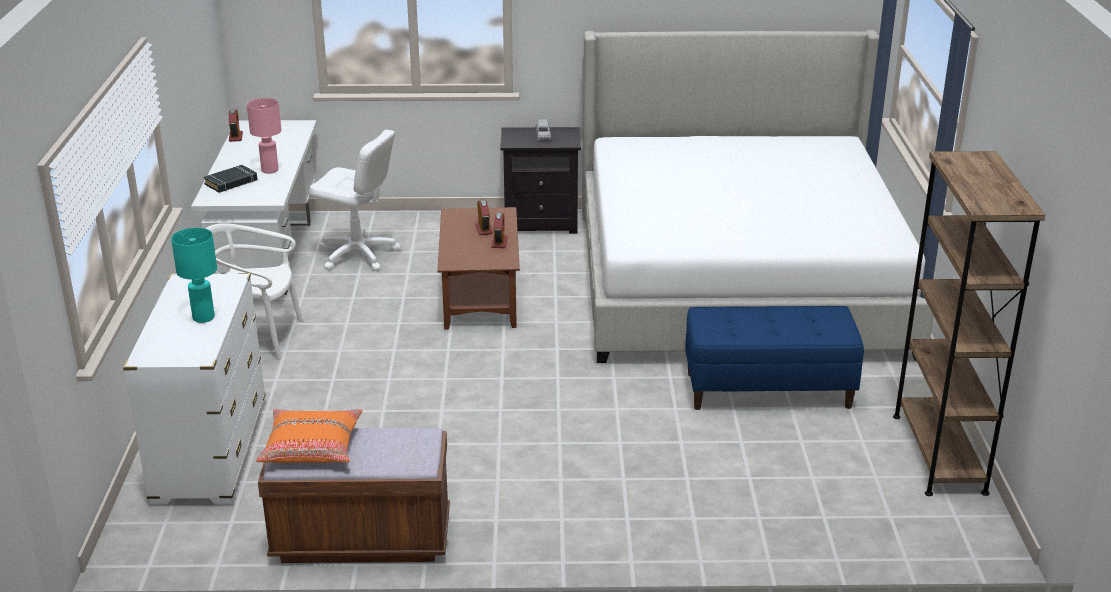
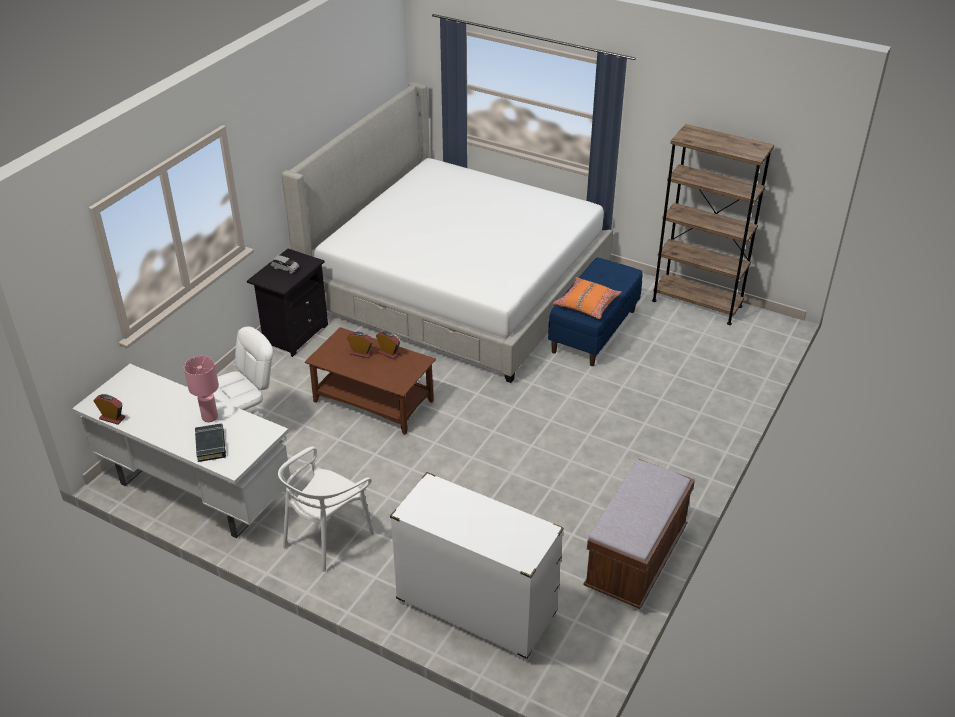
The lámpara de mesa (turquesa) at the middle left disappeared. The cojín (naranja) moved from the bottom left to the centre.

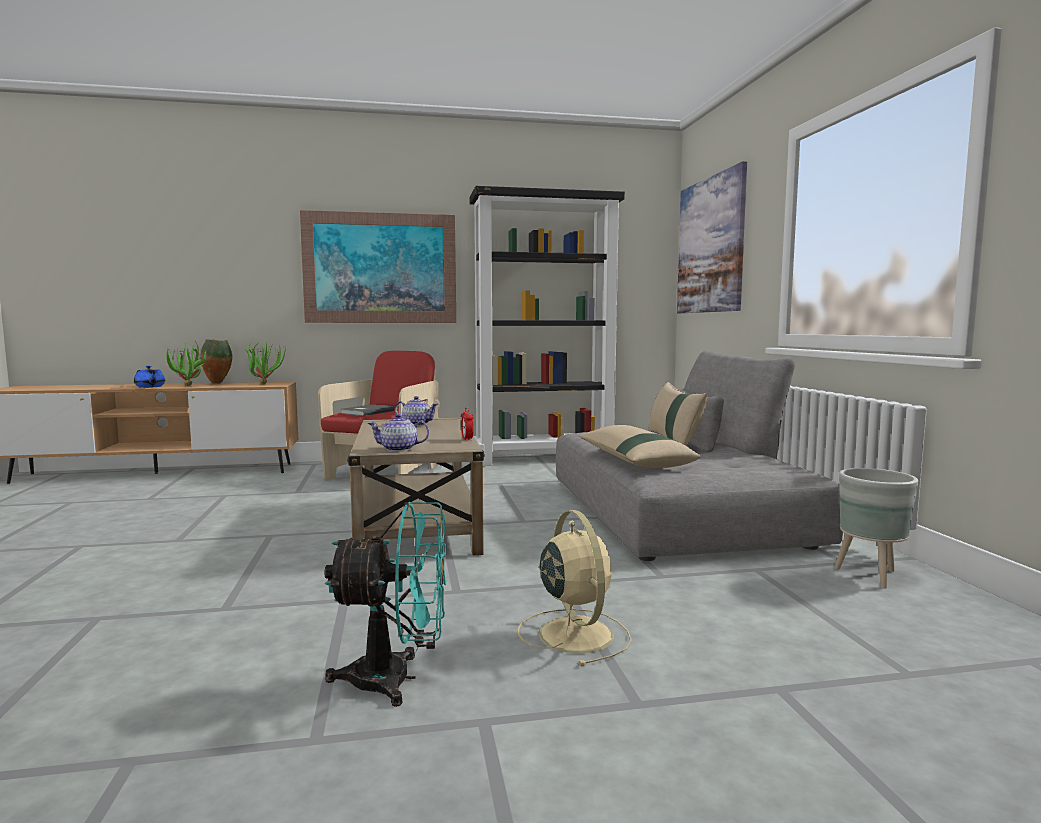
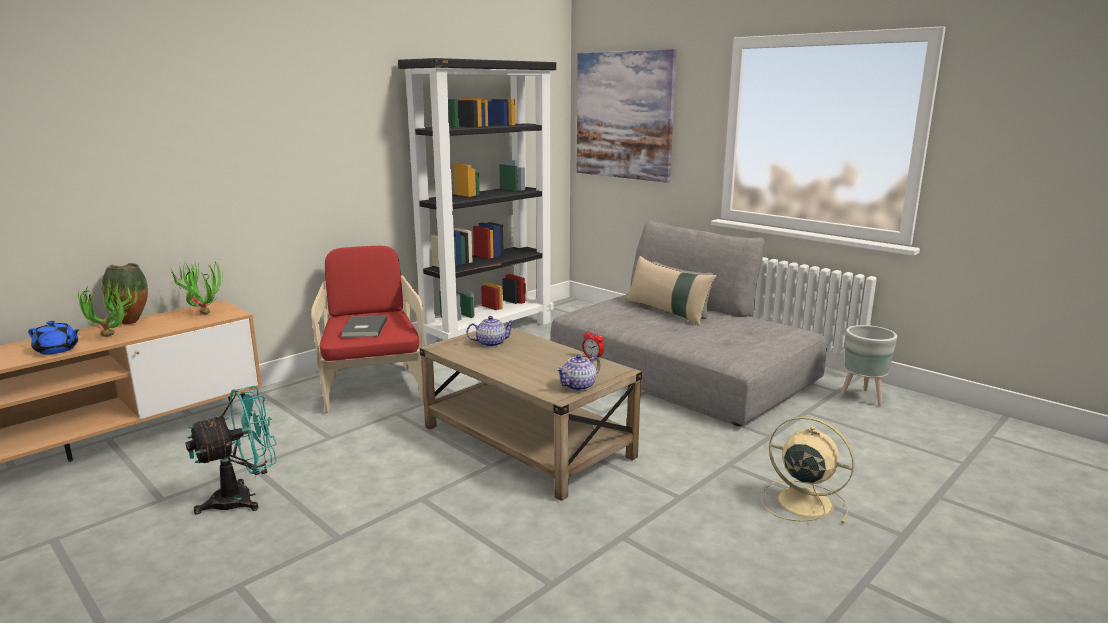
The cuadro (no. 1 from left) at the top centre disappeared. The ventilador (turquesa) moved from the bottom centre to the bottom left. The cojín (beis) (no. 1 from left) at the centre disappeared.

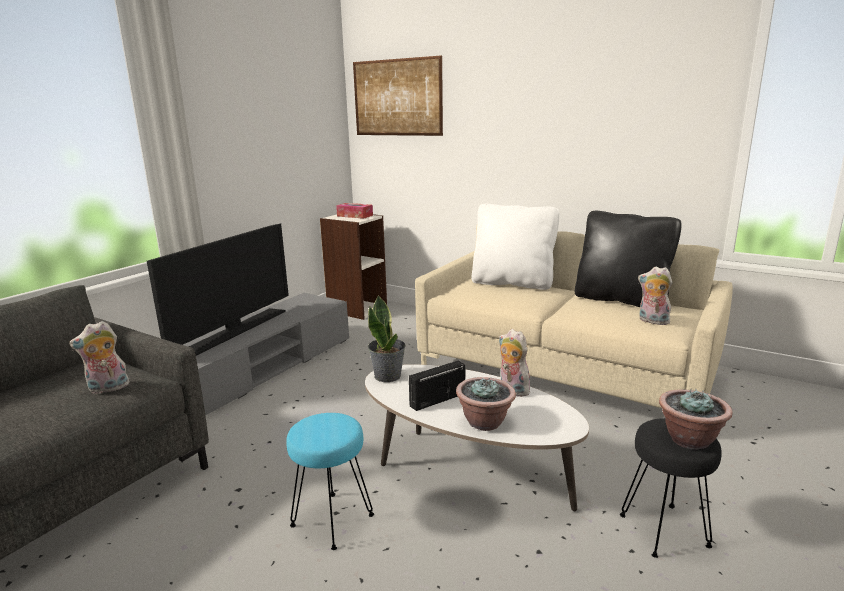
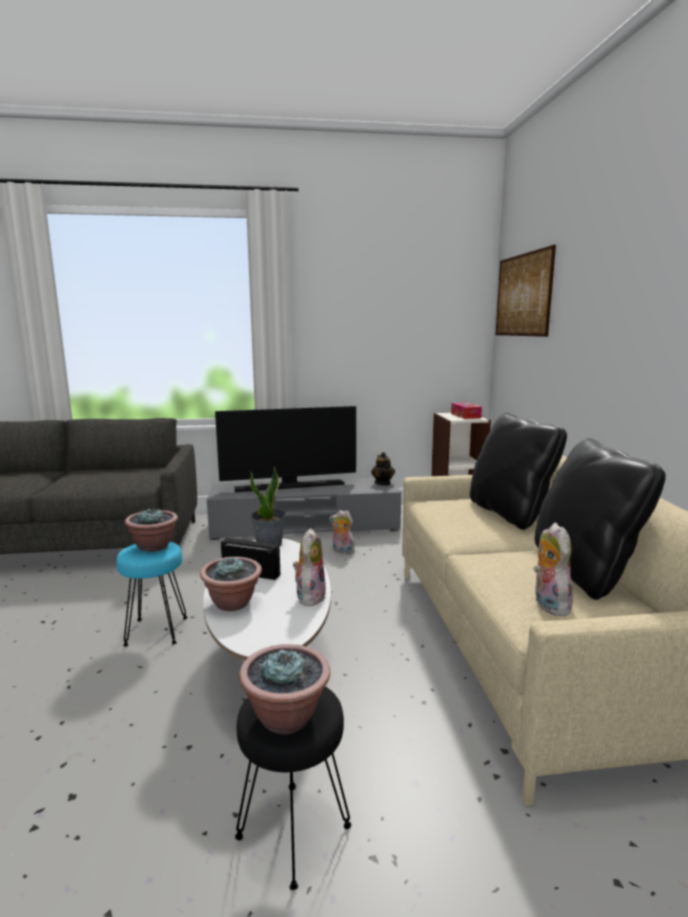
The peluche (no. 1 from left in the first image) moved from the middle left to the centre. The cojín (blanco) at the centre became the cojín (negro) (no. 1 from left) at the middle right. The planta en maceta (no. 1 from left) at the middle left appeared. The tetera at the centre appeared.

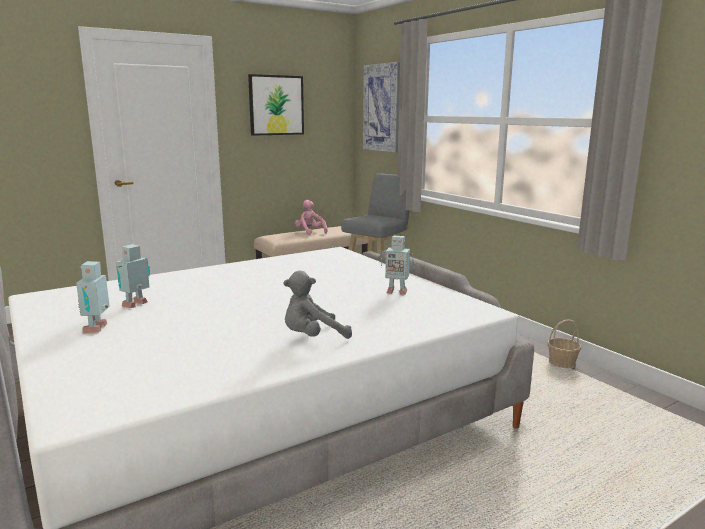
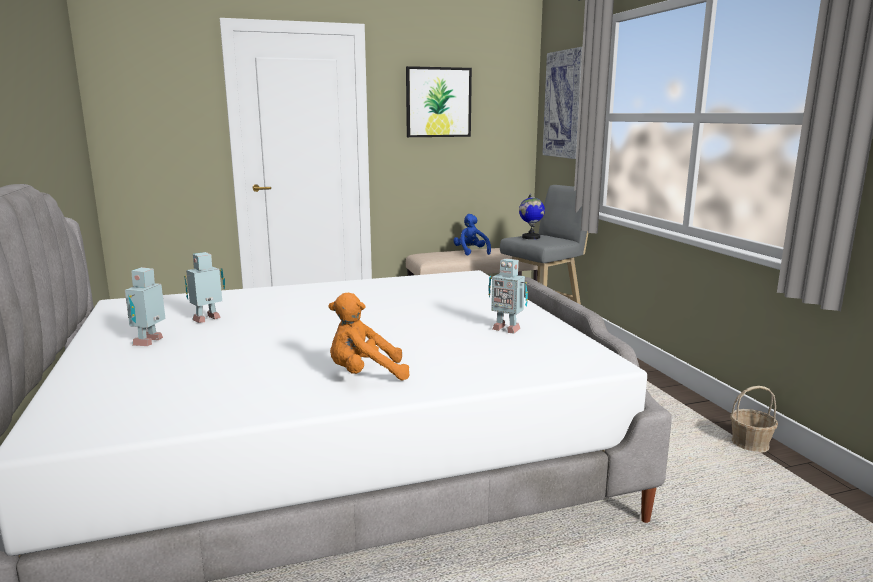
The peluche (gris) at the centre became the peluche (naranja) at the centre. The peluche (rosa) at the centre became the peluche (azul) at the centre. The globo terráqueo at the centre appeared.

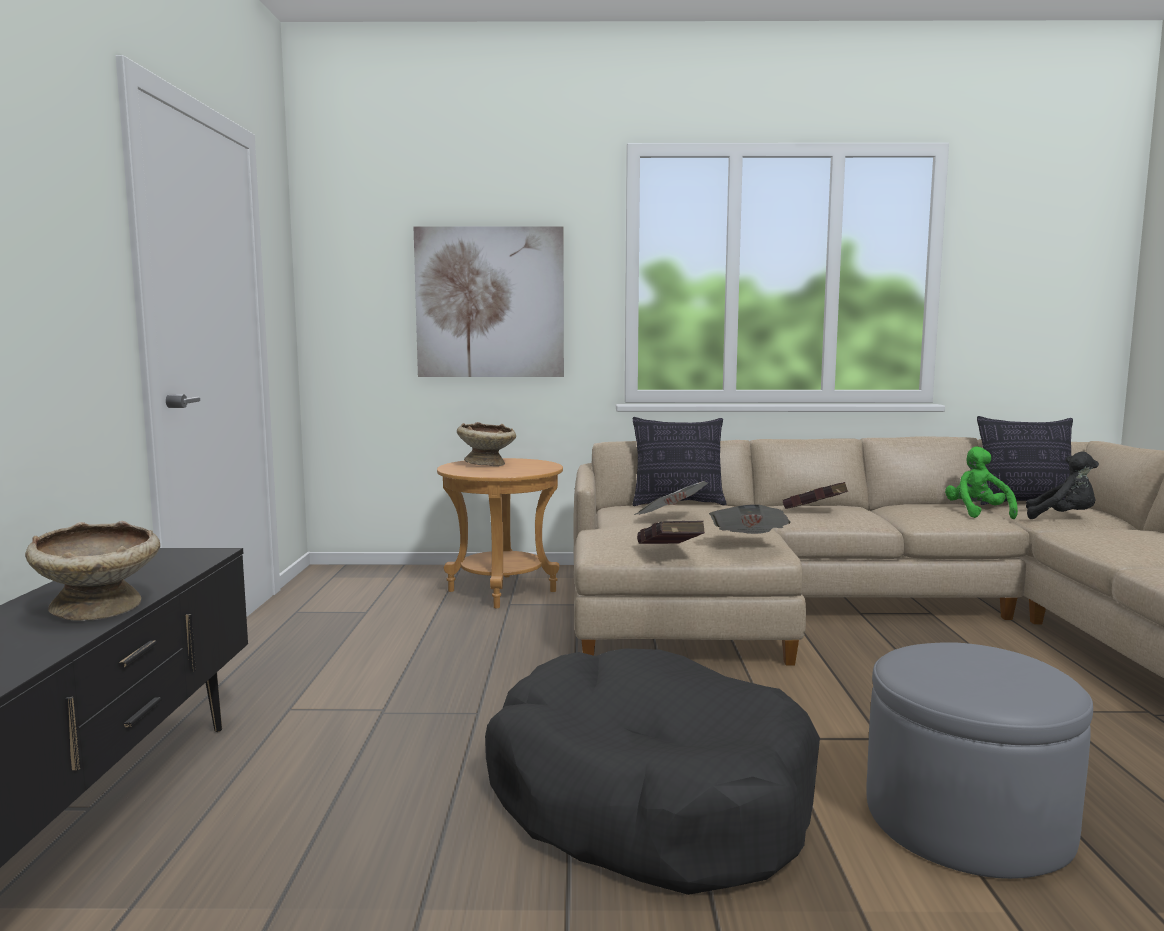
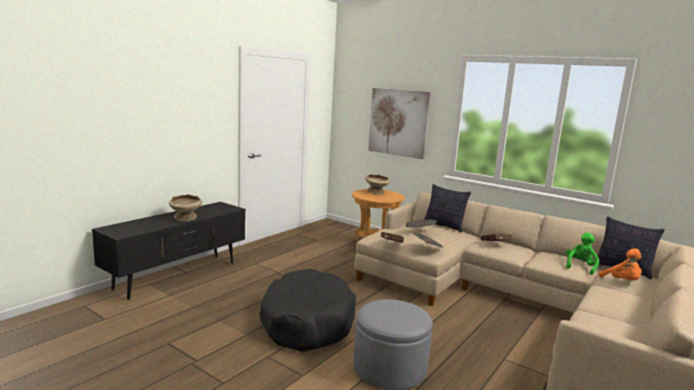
The peluche (negro) at the middle right became the peluche (naranja) at the bottom right.

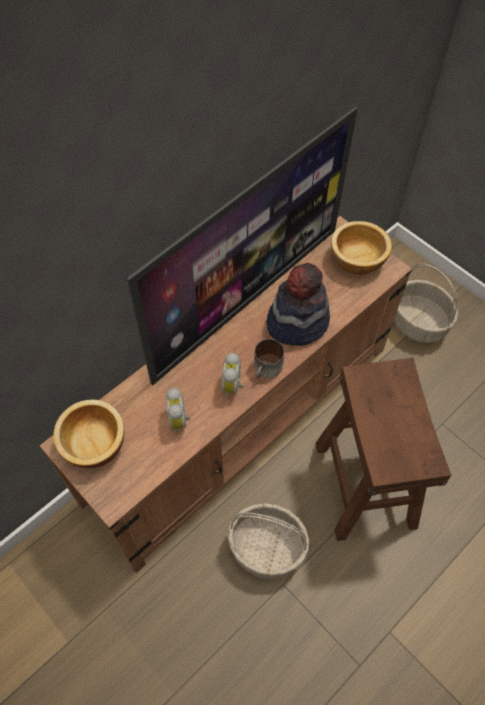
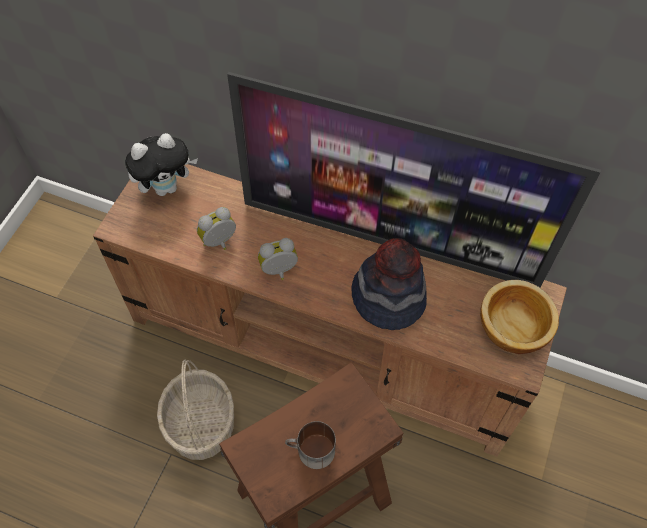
The cuenco (no. 1 from left) at the middle left was replaced by the peluche at the top left. The taza grande moved from the centre to the bottom centre. The cesta (no. 2 from left) at the middle right disappeared.

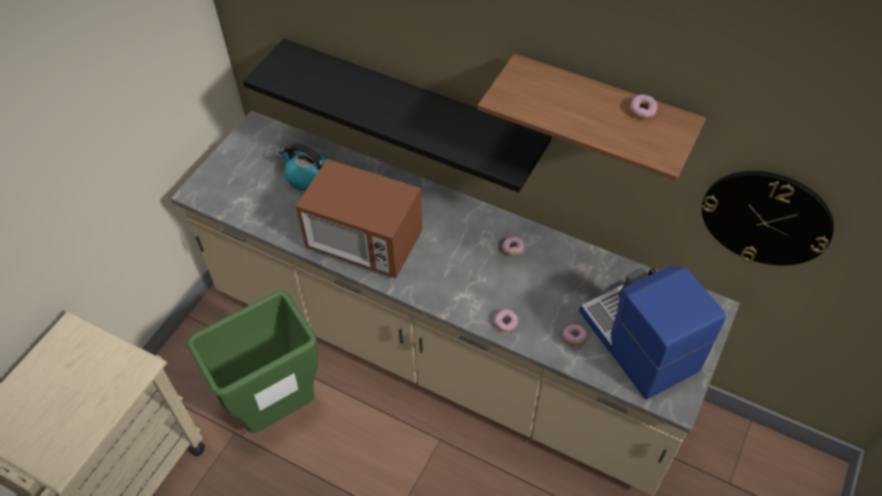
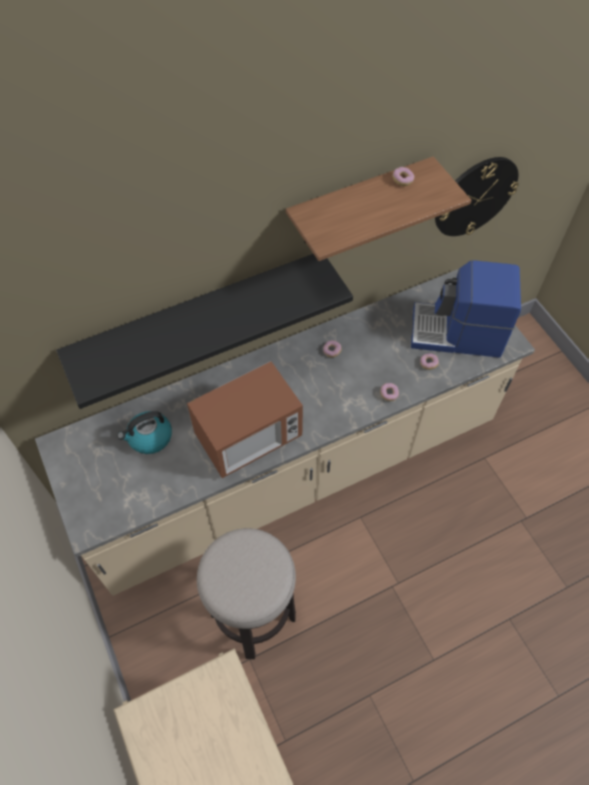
The papelera (verde) at the bottom left was replaced by the taburete at the bottom centre.

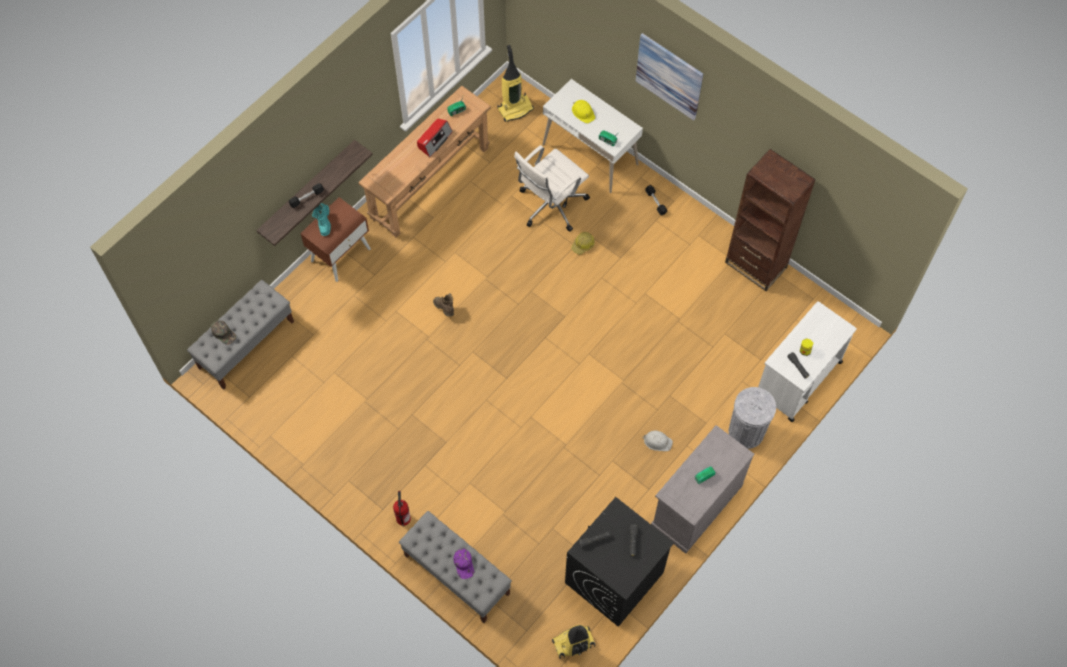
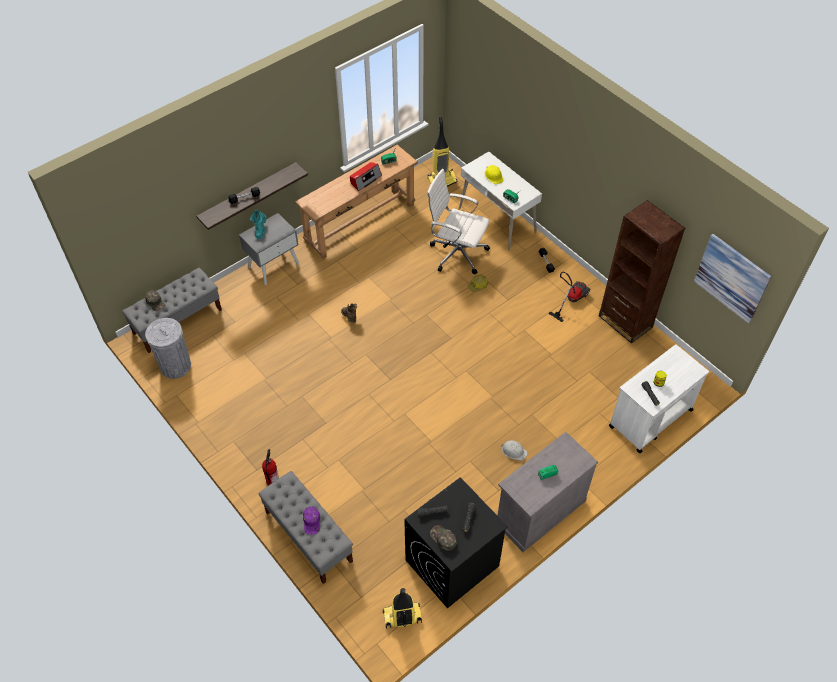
The mesita de noche (marrón) at the middle left became the mesita de noche (gris) at the middle left. The silla de oficina (blanco) at the top centre turned 60 degrees clockwise. The cuadro moved from the top centre to the middle right. The papelera (gris) moved from the middle right to the middle left. The gorra (verde) (no. 2 from left) at the bottom centre appeared. The aspiradora (no. 3 from left) at the middle right appeared.

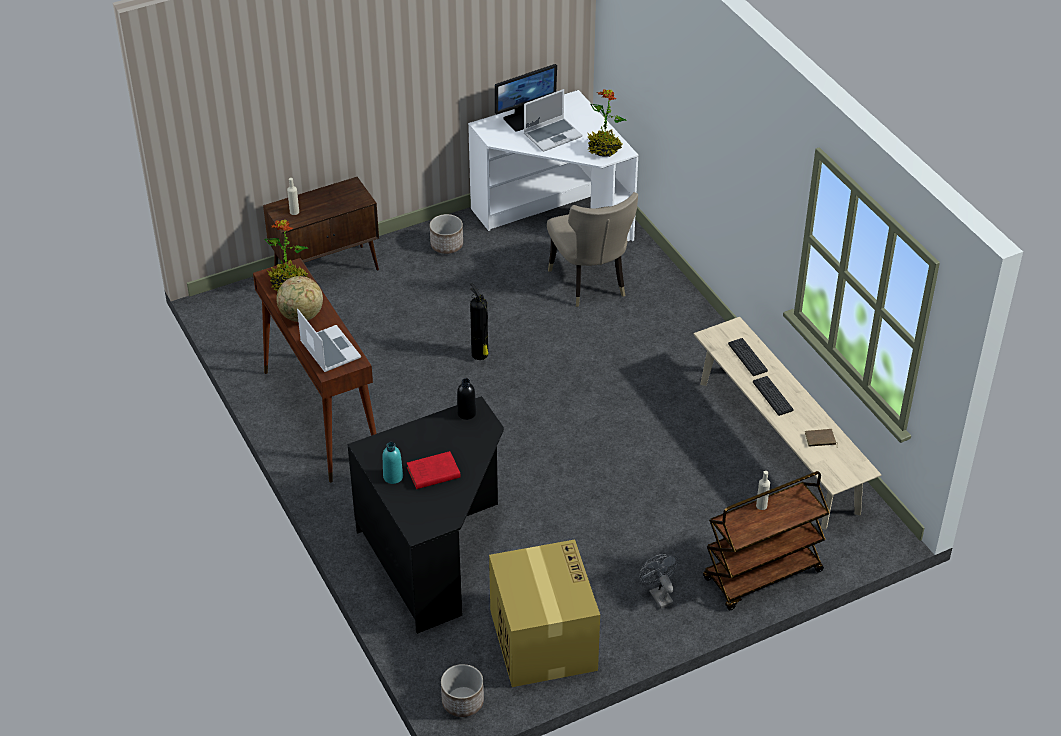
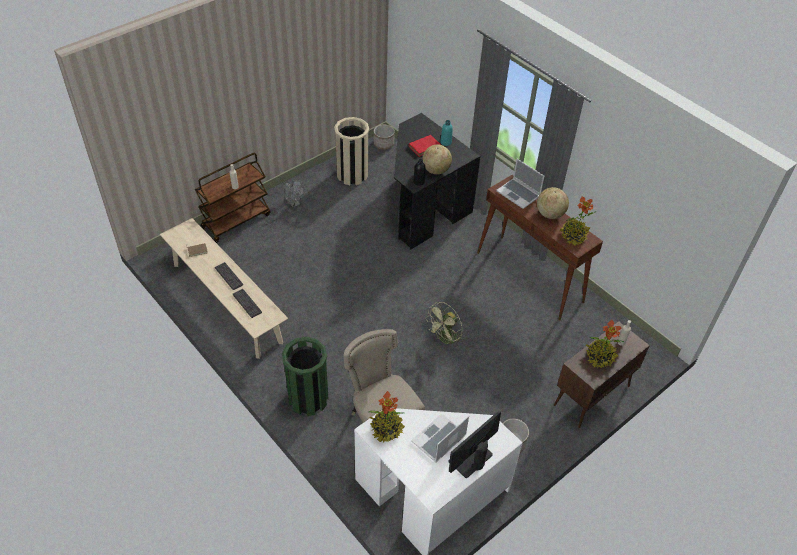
The extintor at the centre was replaced by the ventilador (verde) at the centre. The caja de cartón at the bottom centre was replaced by the papelera (beis) at the top centre. The papelera (verde) at the bottom centre appeared. The globo terráqueo (no. 1 from left) at the top centre appeared. The planta en maceta (no. 3 from left) at the middle right appeared.

